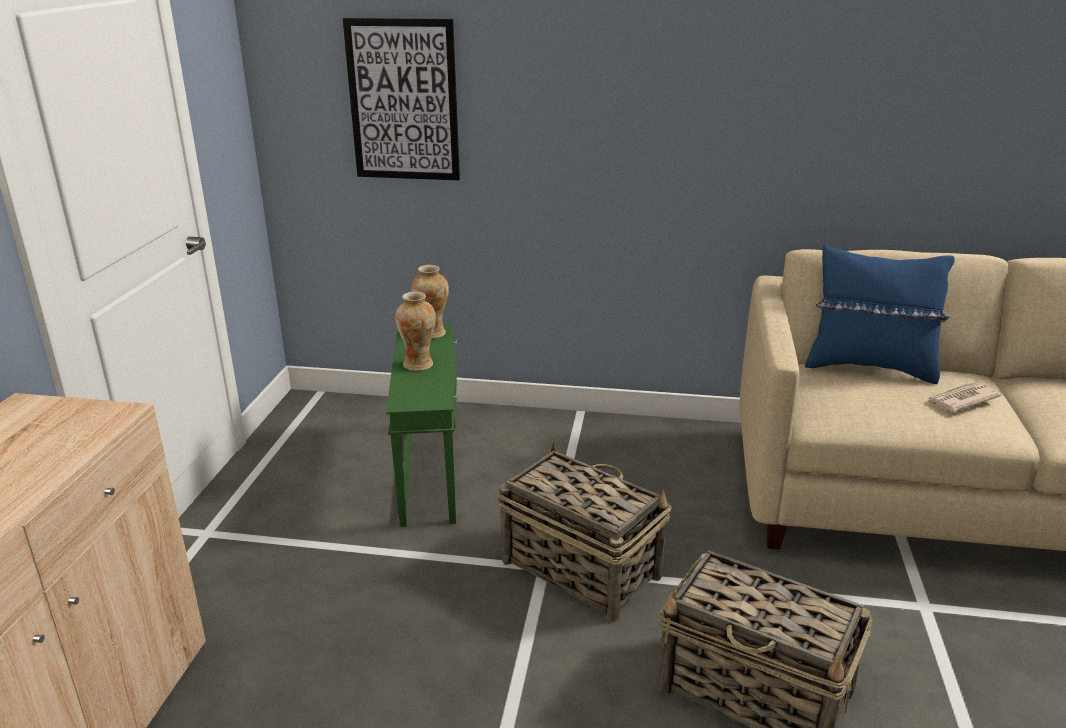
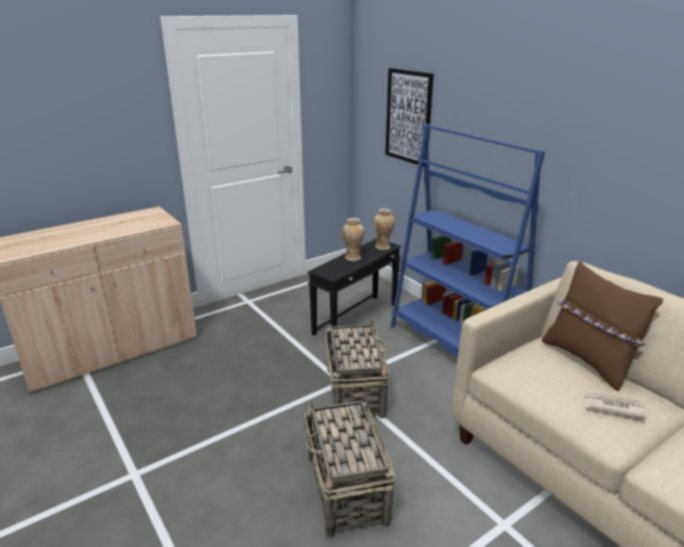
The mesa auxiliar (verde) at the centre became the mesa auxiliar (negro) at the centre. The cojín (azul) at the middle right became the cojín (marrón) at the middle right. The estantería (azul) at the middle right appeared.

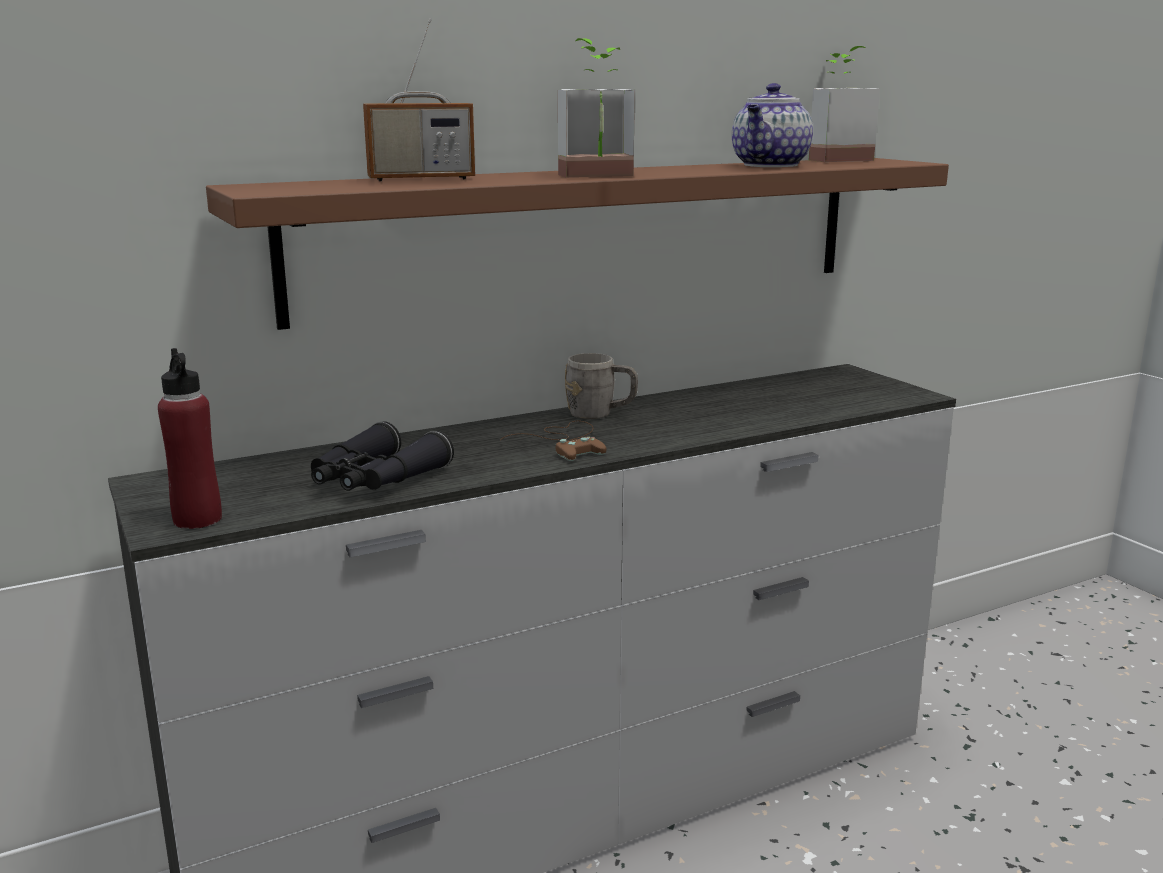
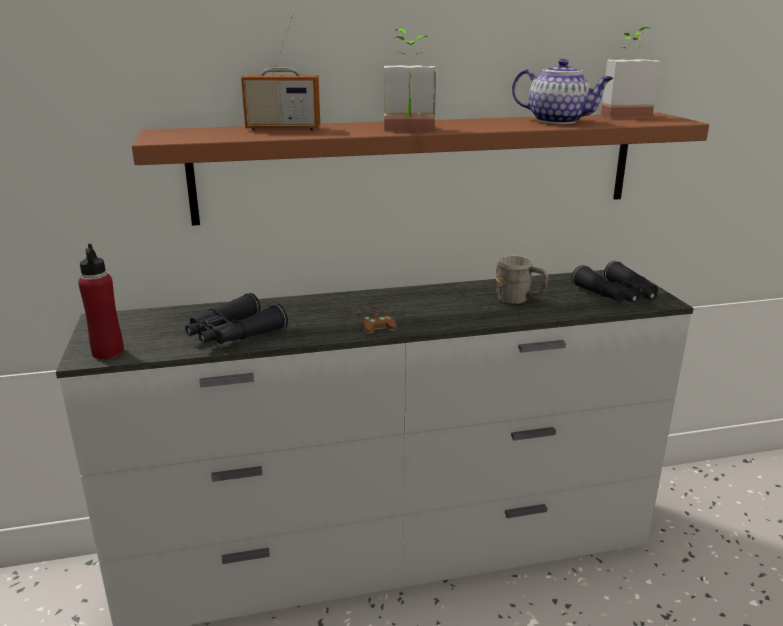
The taza grande (gris) moved from the centre to the middle right. The tetera at the top centre turned 105 degrees counterclockwise. The prismáticos (negro) (no. 2 from left) at the middle right appeared.

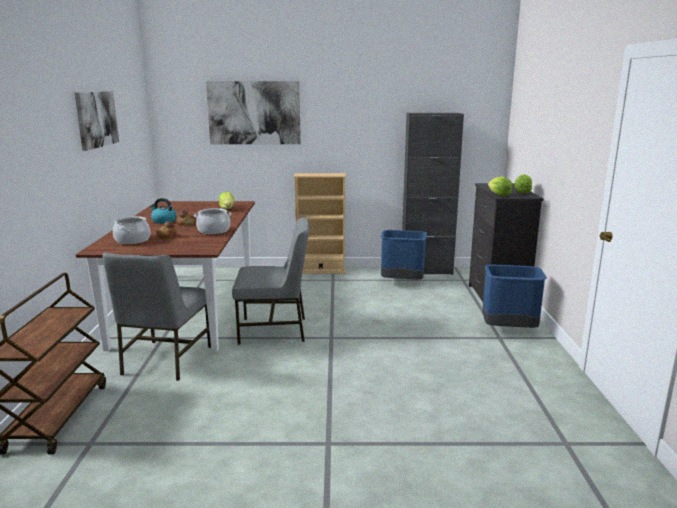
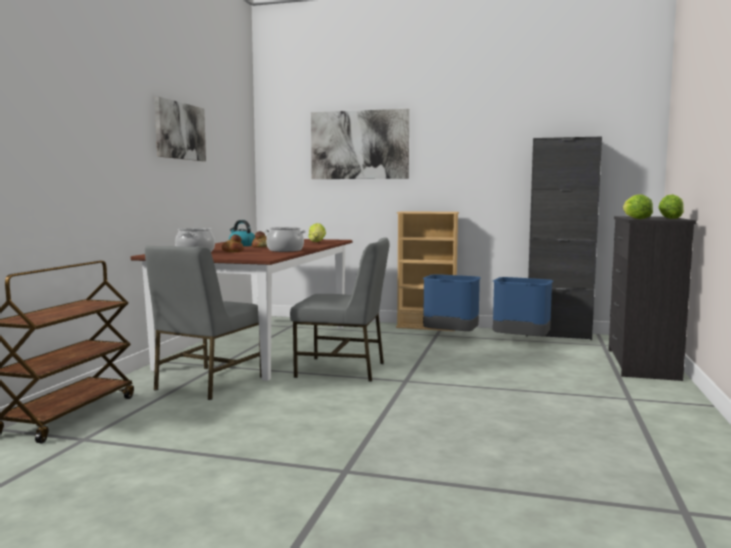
The papelera (azul) (no. 2 from left in the first image) moved from the middle right to the centre.

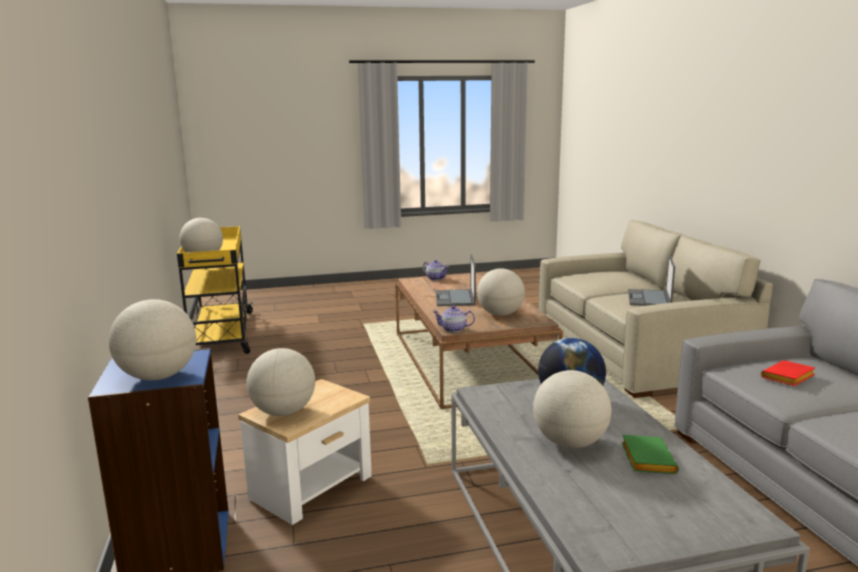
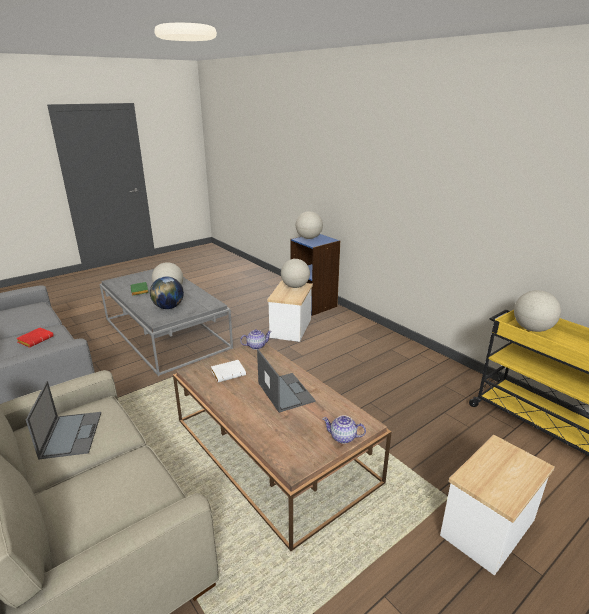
The globo terráqueo (no. 4 from left) at the centre was replaced by the libro (blanco) at the centre. The mesa auxiliar (no. 2 from left) at the bottom right appeared.

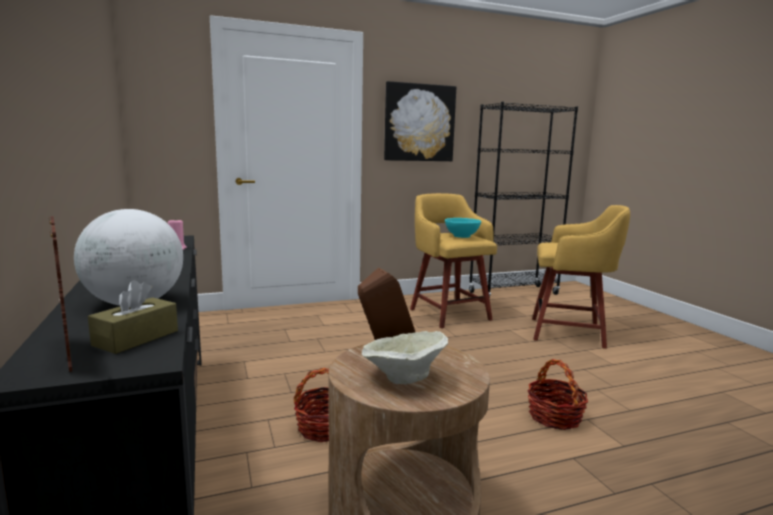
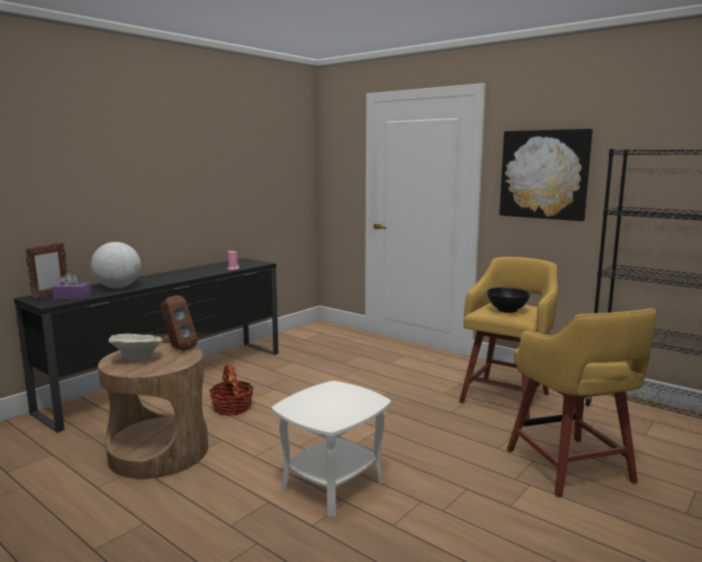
The caja de pañuelos (marrón) at the middle left became the caja de pañuelos (morado) at the middle left. The cuenco (turquesa) at the centre became the cuenco (negro) at the middle right. The cesta (no. 2 from left) at the bottom right was replaced by the mesa auxiliar (blanco) at the bottom centre.

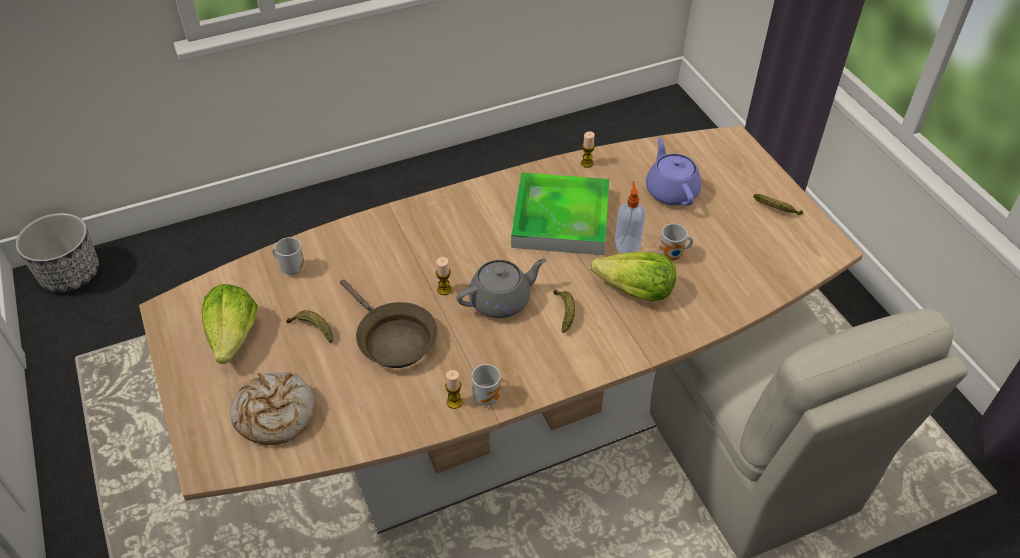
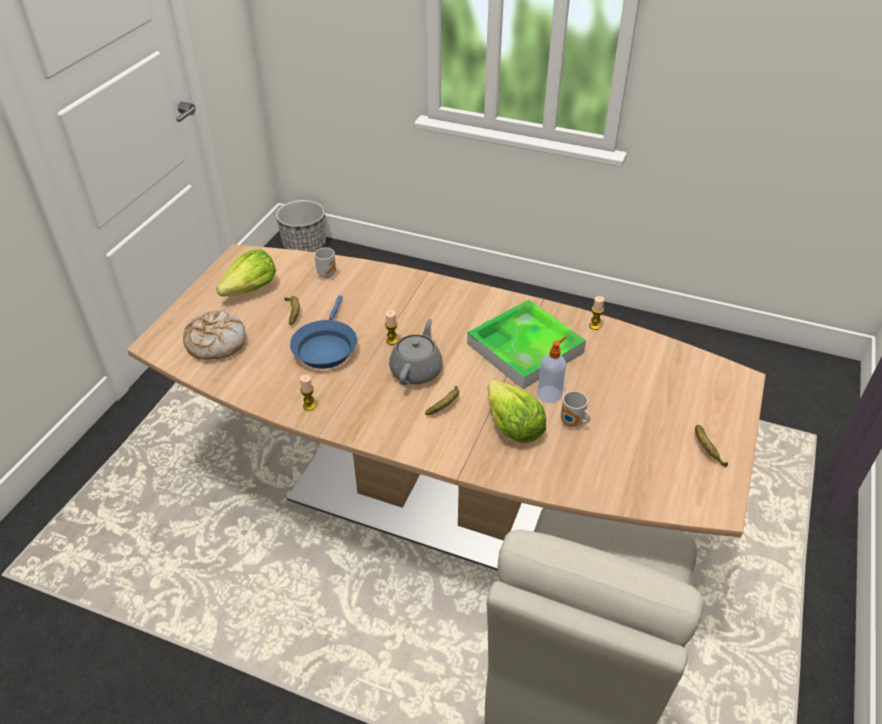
The sartén (marrón) at the centre became the sartén (azul) at the centre. The tetera (gris) at the centre turned 90 degrees counterclockwise. The taza grande (no. 2 from left) at the bottom centre disappeared. The tetera (morado) at the top centre disappeared.

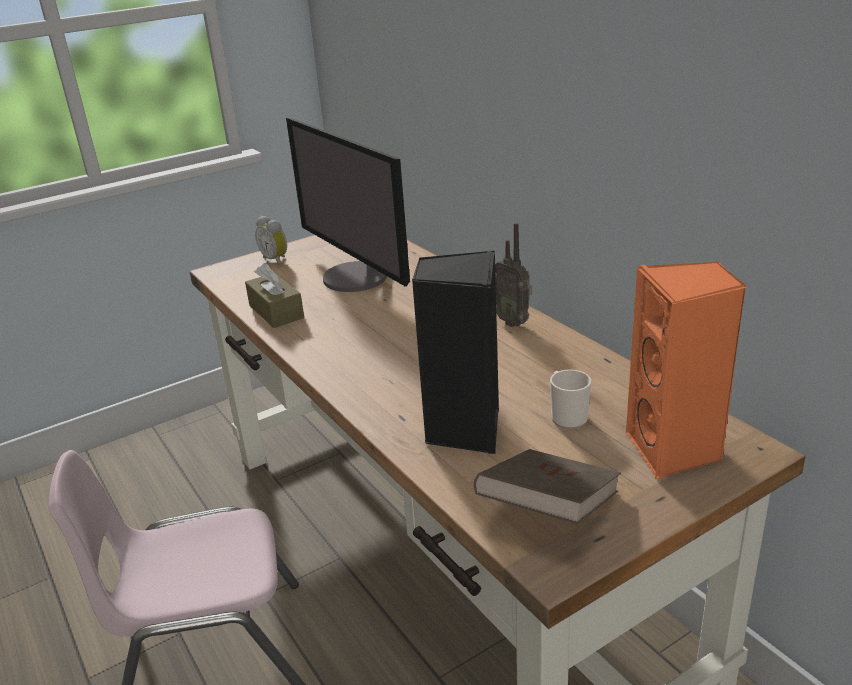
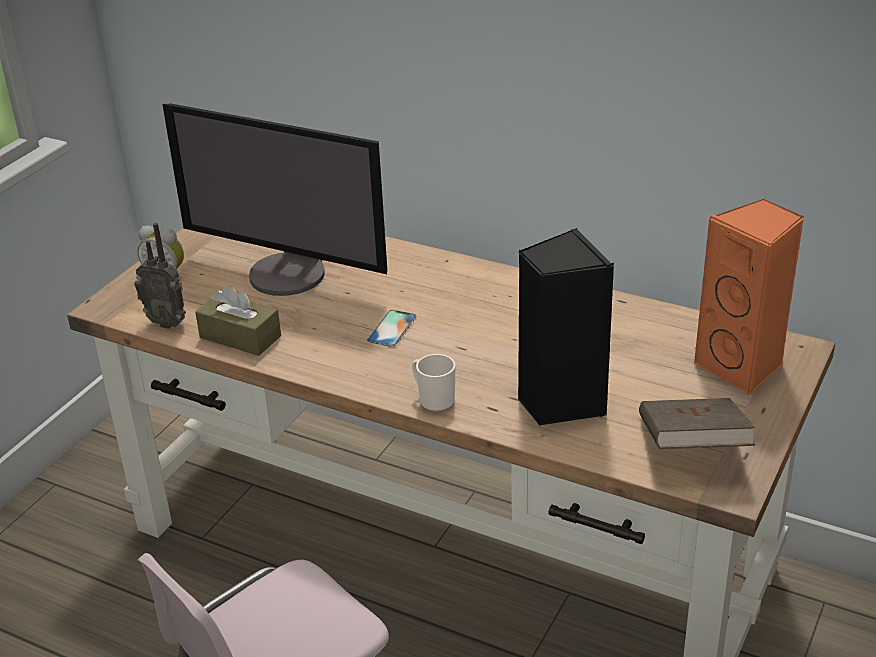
The radio moved from the centre to the middle left. The taza grande moved from the middle right to the centre. The móvil at the centre appeared.

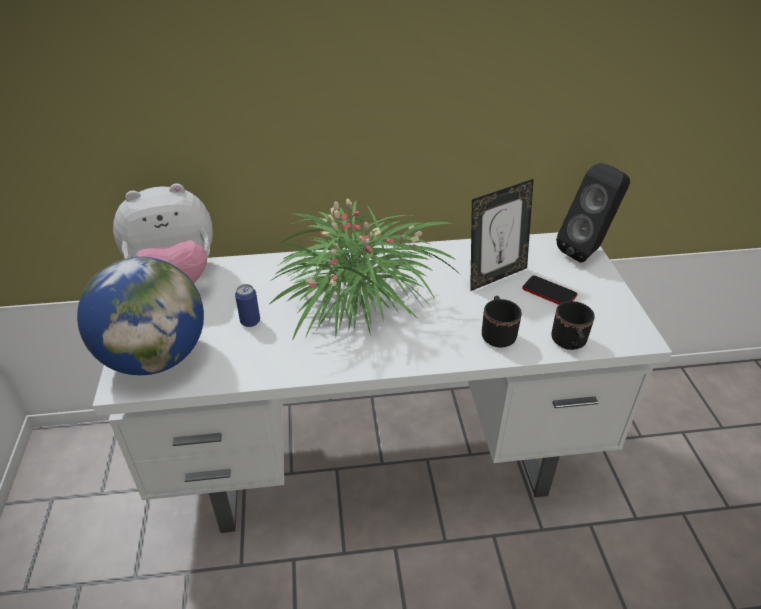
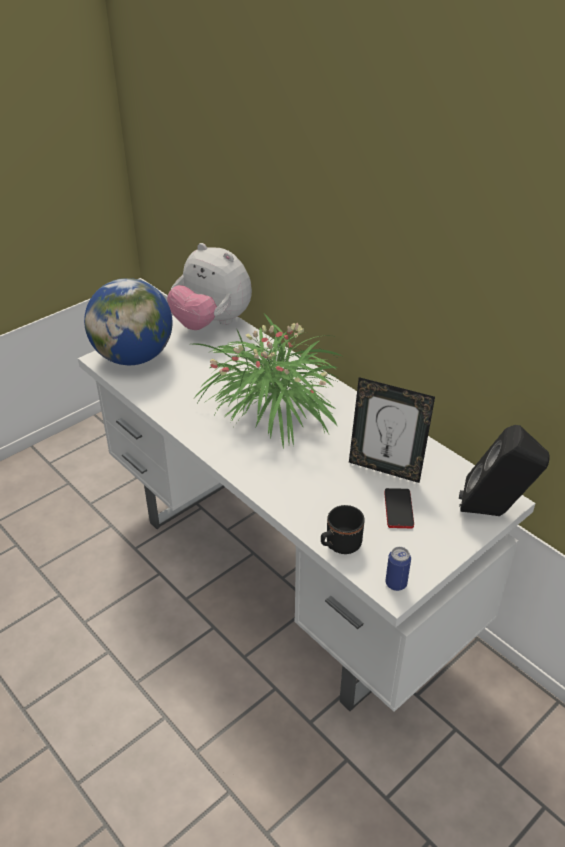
The lata moved from the middle left to the bottom right. The taza grande (negro) (no. 1 from left) at the centre disappeared.

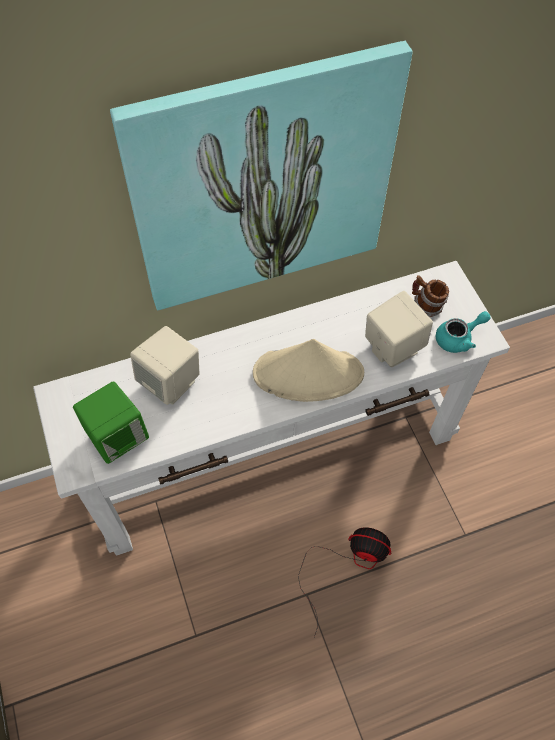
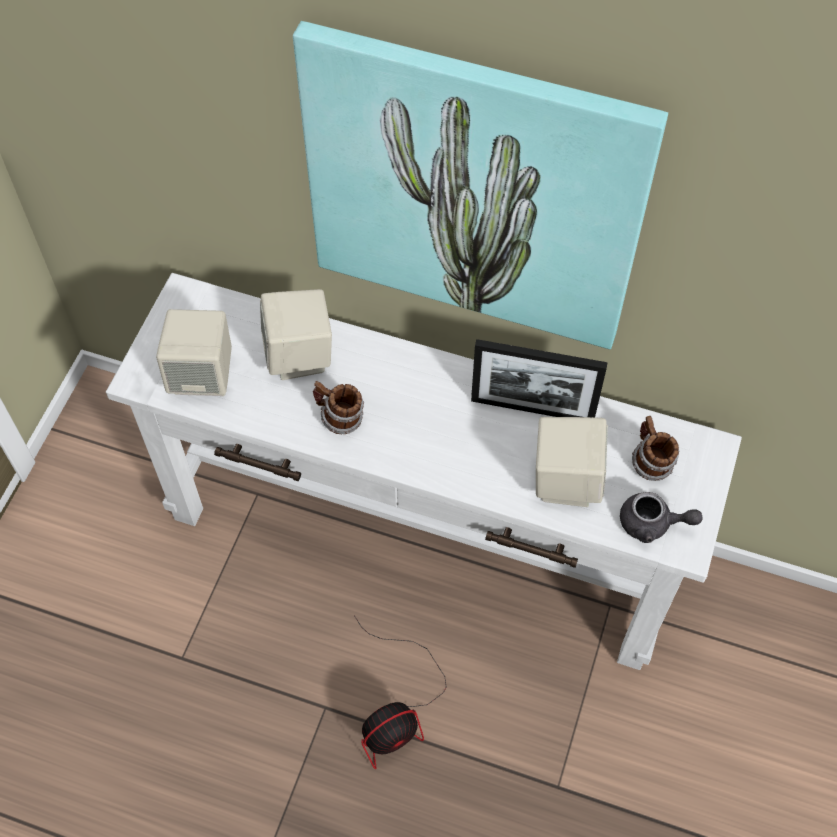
The altavoz (verde) at the middle left became the altavoz (beis) (no. 1 from left) at the middle left. The sombrero (beis) at the centre disappeared. The ventilador at the bottom centre turned 90 degrees clockwise. The tetera (turquesa) at the middle right became the tetera (gris) at the middle right. The taza grande (no. 1 from left) at the centre appeared. The portarretratos at the centre appeared.

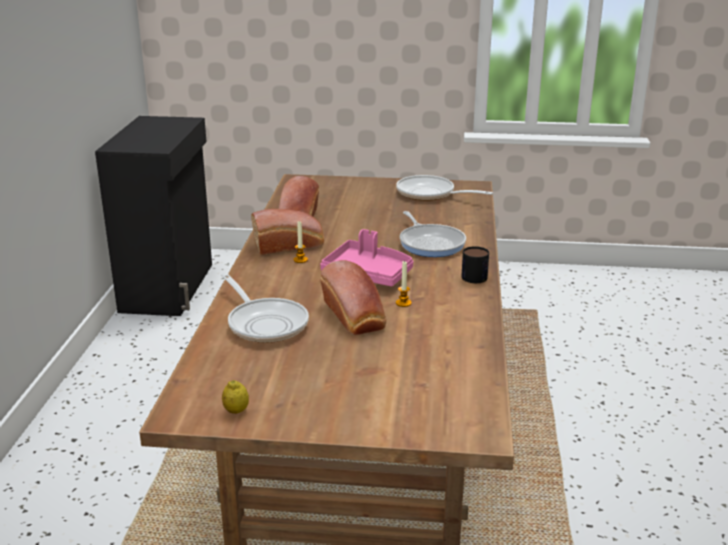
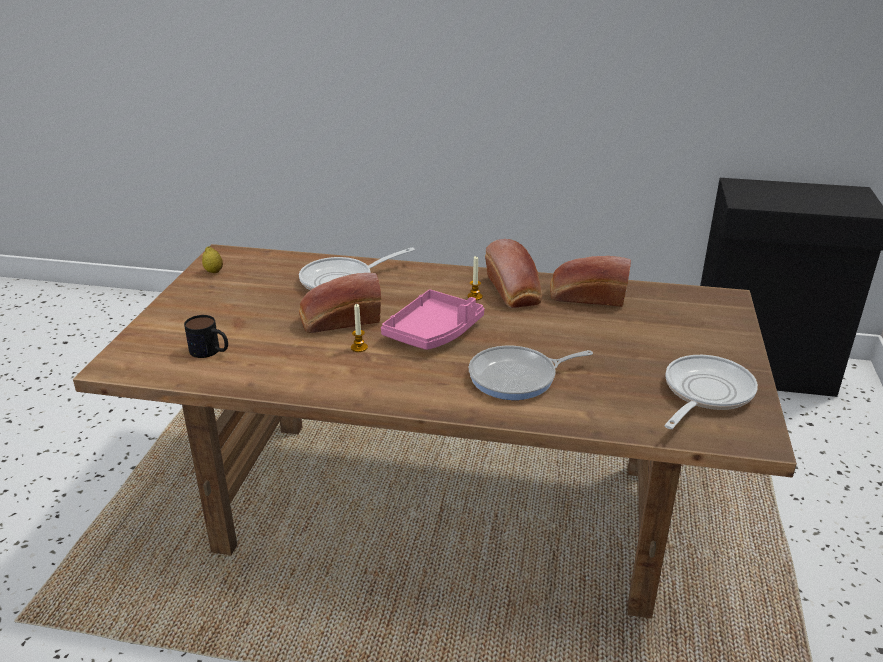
The taza grande moved from the centre to the middle left.

